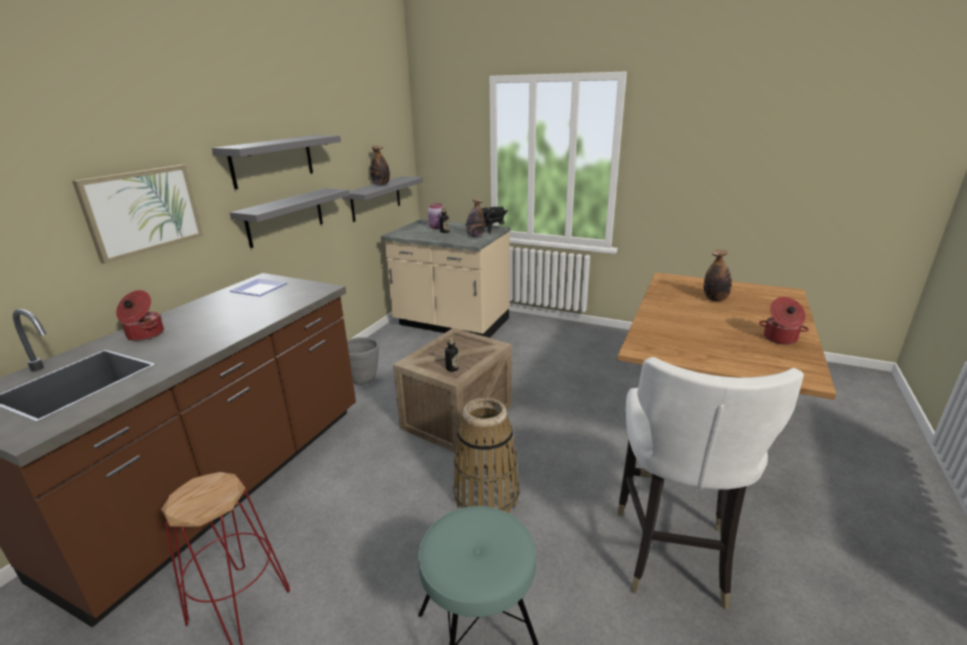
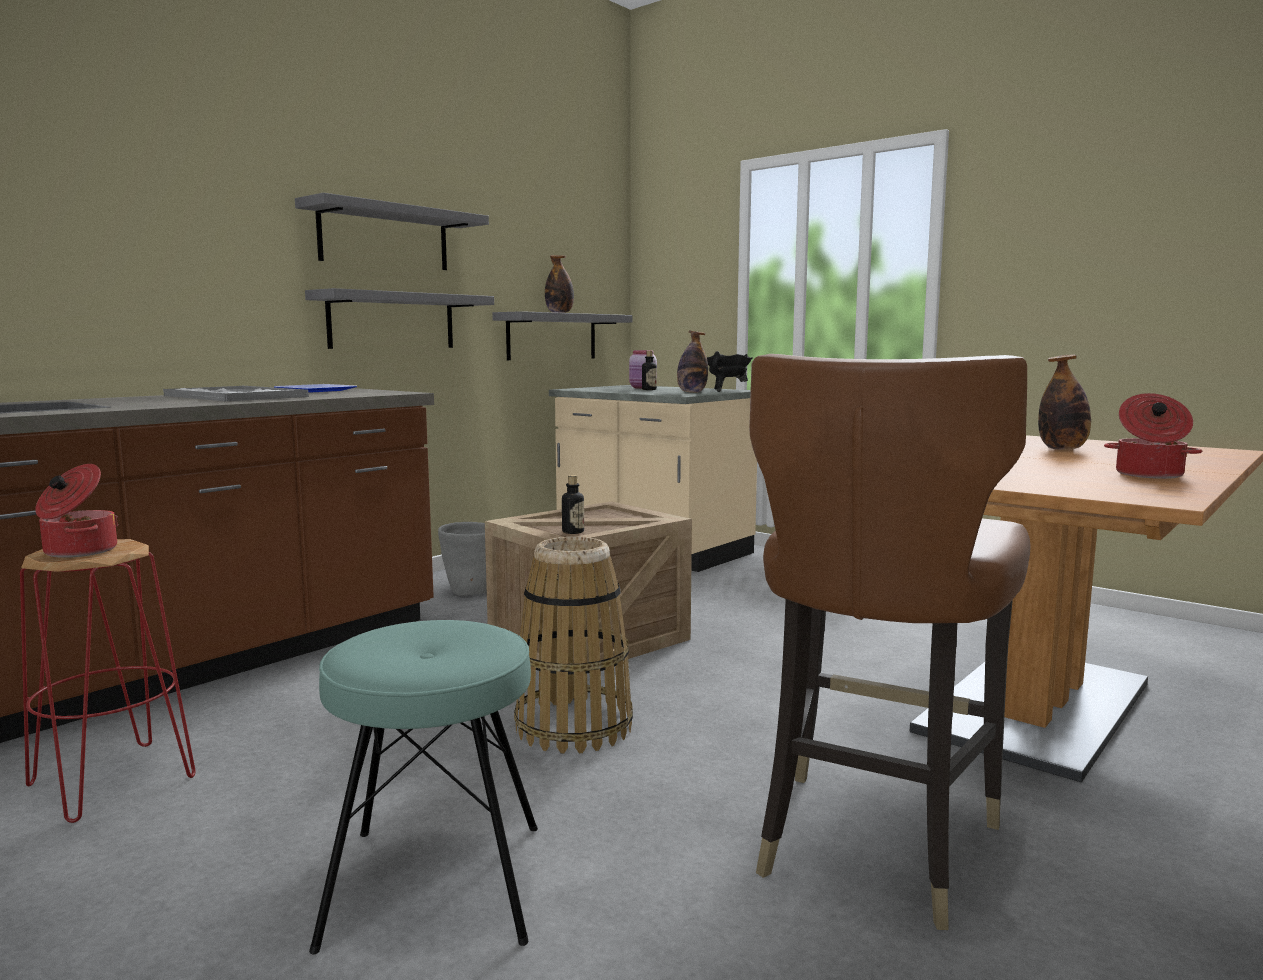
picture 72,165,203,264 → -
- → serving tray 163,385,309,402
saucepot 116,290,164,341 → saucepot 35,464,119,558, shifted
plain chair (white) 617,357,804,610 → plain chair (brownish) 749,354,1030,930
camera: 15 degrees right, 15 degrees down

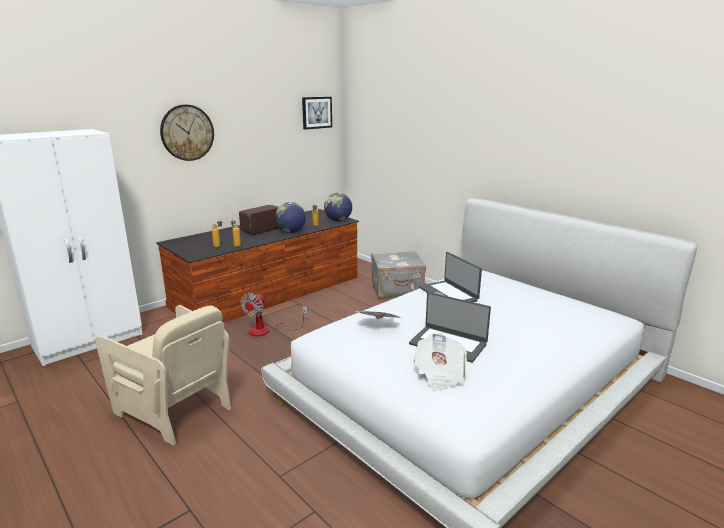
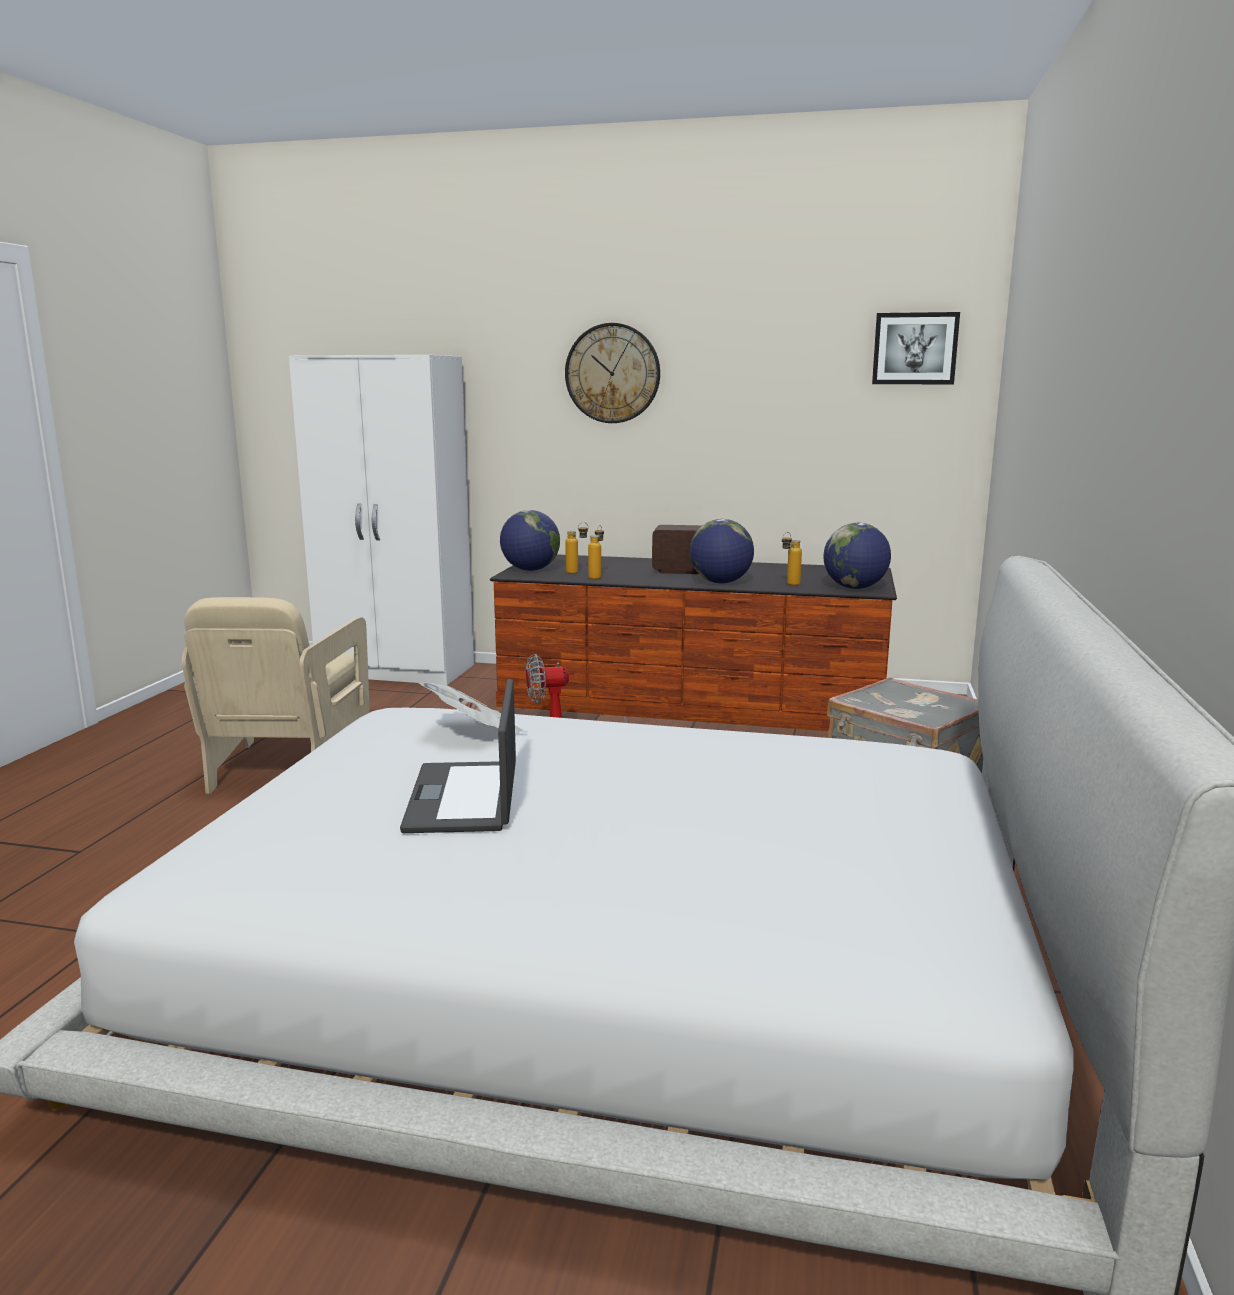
printed paper 413,333,467,391 → -
notebook computer 419,252,482,302 → -
- → world globe 500,510,560,571
camera: 55 degrees right, 5 degrees down

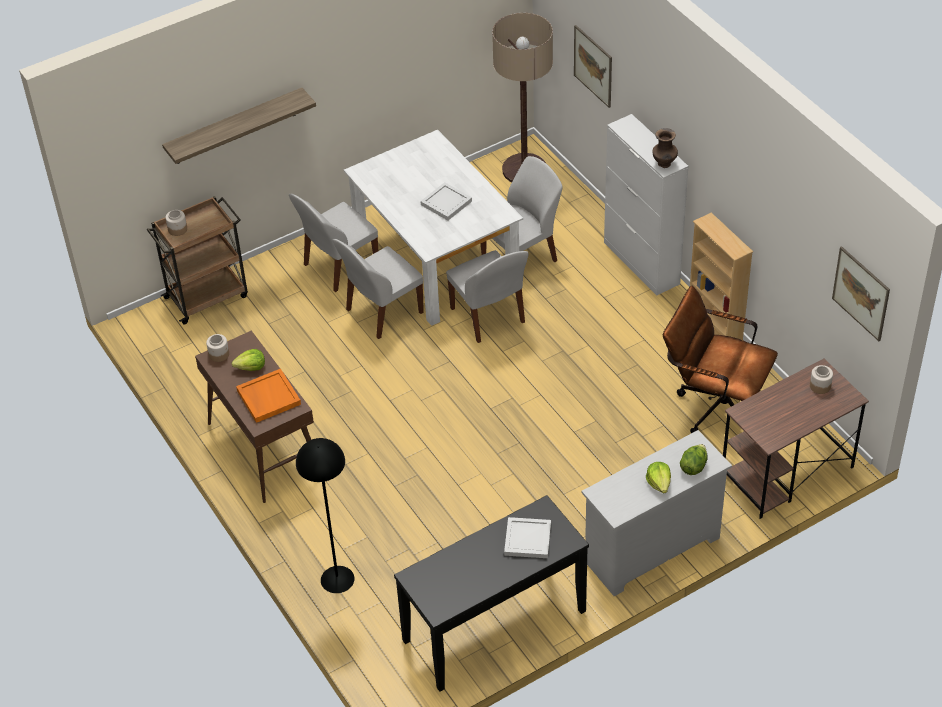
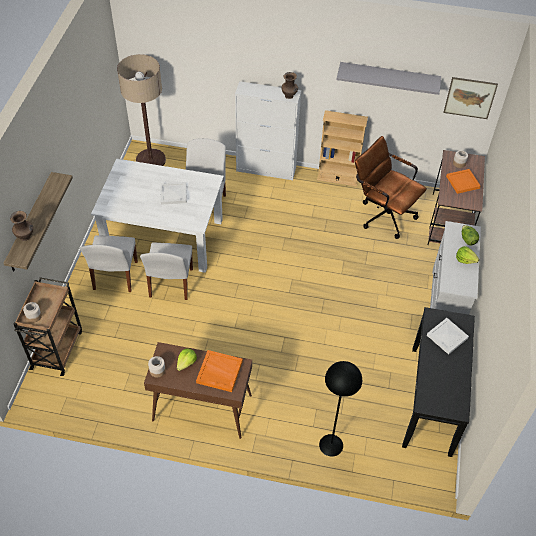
plain chair (white) 446,250,529,343 → -
picture 574,25,612,108 → -
- → vase (brownish) 10,211,33,241
- → shelf (gray) 336,62,441,95
- → serving tray (orangey) 446,169,481,194
office chair (brownish) 663,286,778,433 → office chair (brownish) 355,136,427,239, 60 degrees clockwise
camera: 50 degrees left, 5 degrees up

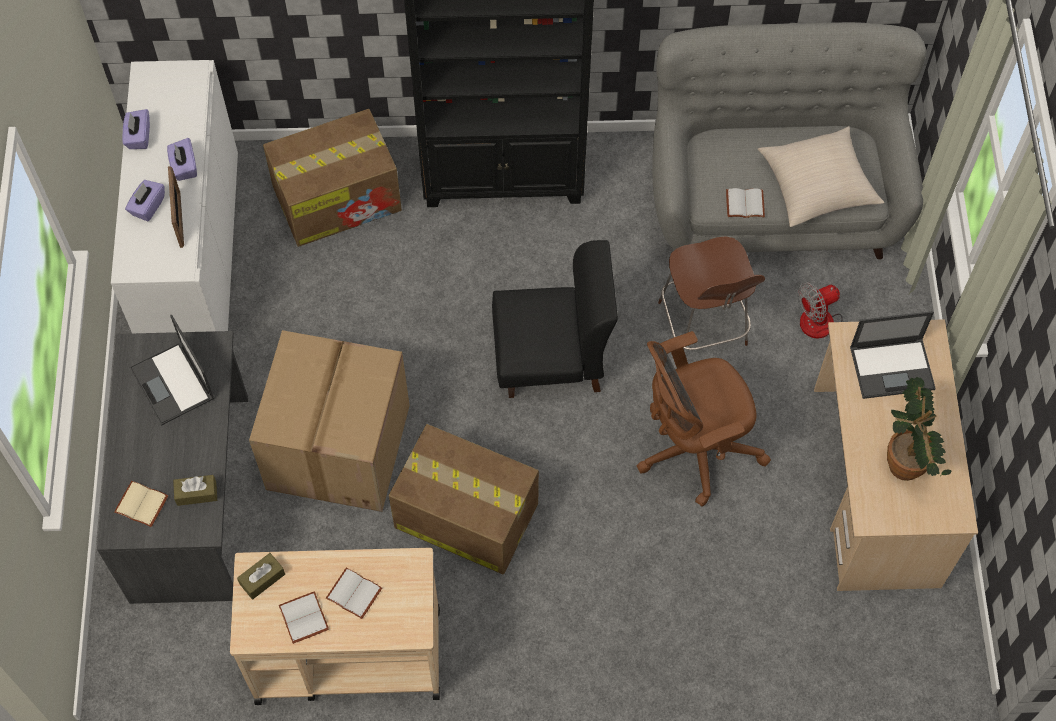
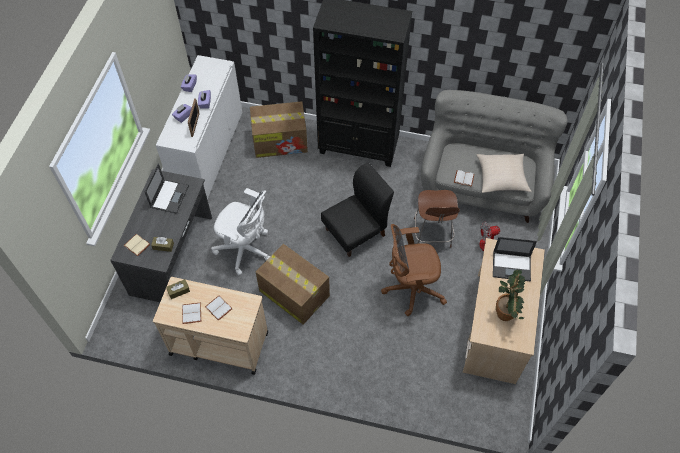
packing box 249,330,410,512 → office chair (white) 211,188,270,275
notebook computer 130,315,215,426 → notebook computer 145,163,189,214, 150 degrees counterclockwise
plain chair (blackish) 492,240,618,398 → plain chair (blackish) 321,163,394,257, 45 degrees counterclockwise
camera: 15 degrees right, 5 degrees down

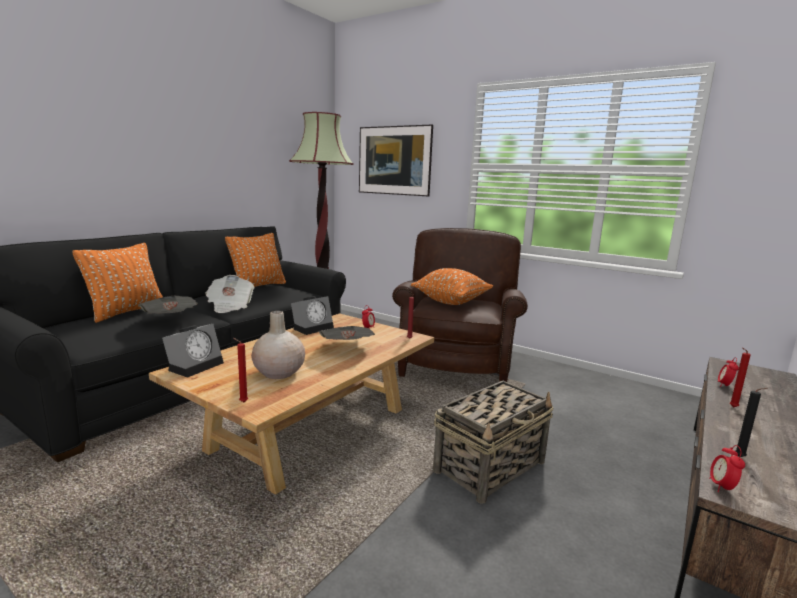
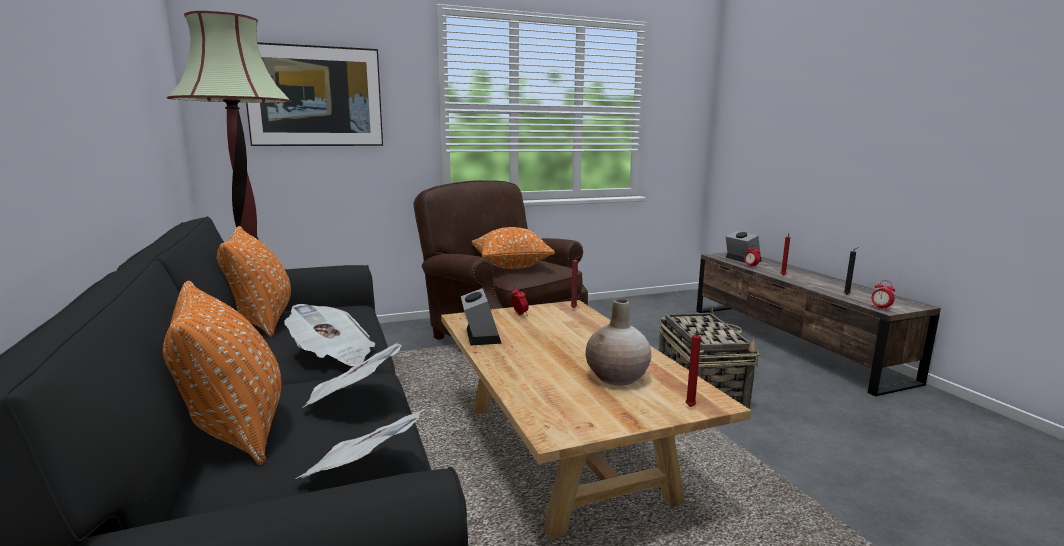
alarm clock 162,324,224,378 → alarm clock 726,231,761,263, shifted
printed paper 318,326,375,340 → printed paper 296,409,425,479, shifted
camera: 55 degrees left, 0 degrees up

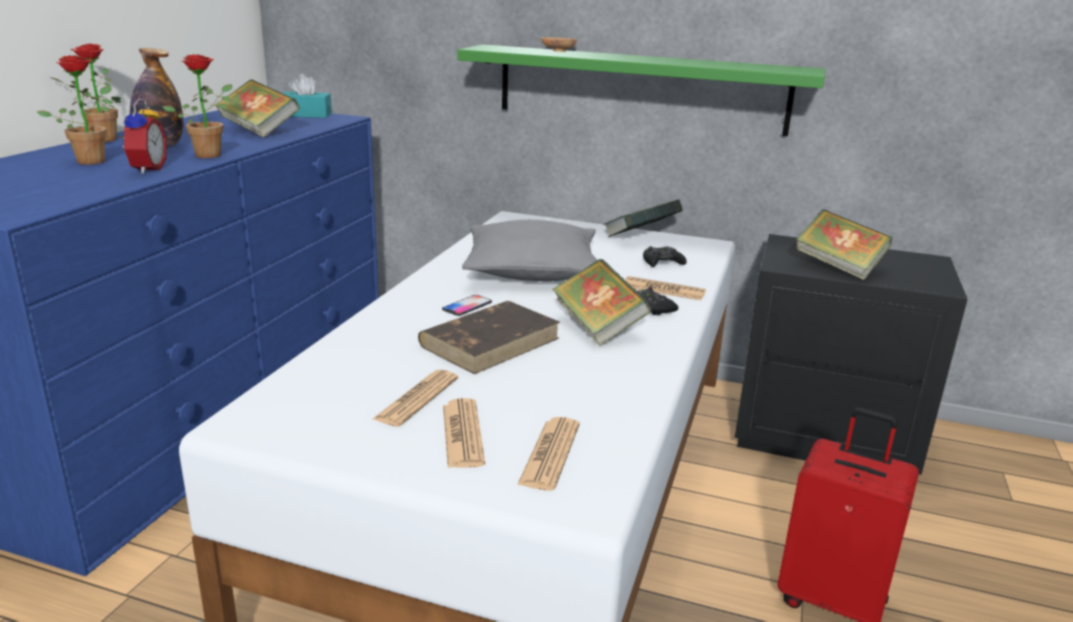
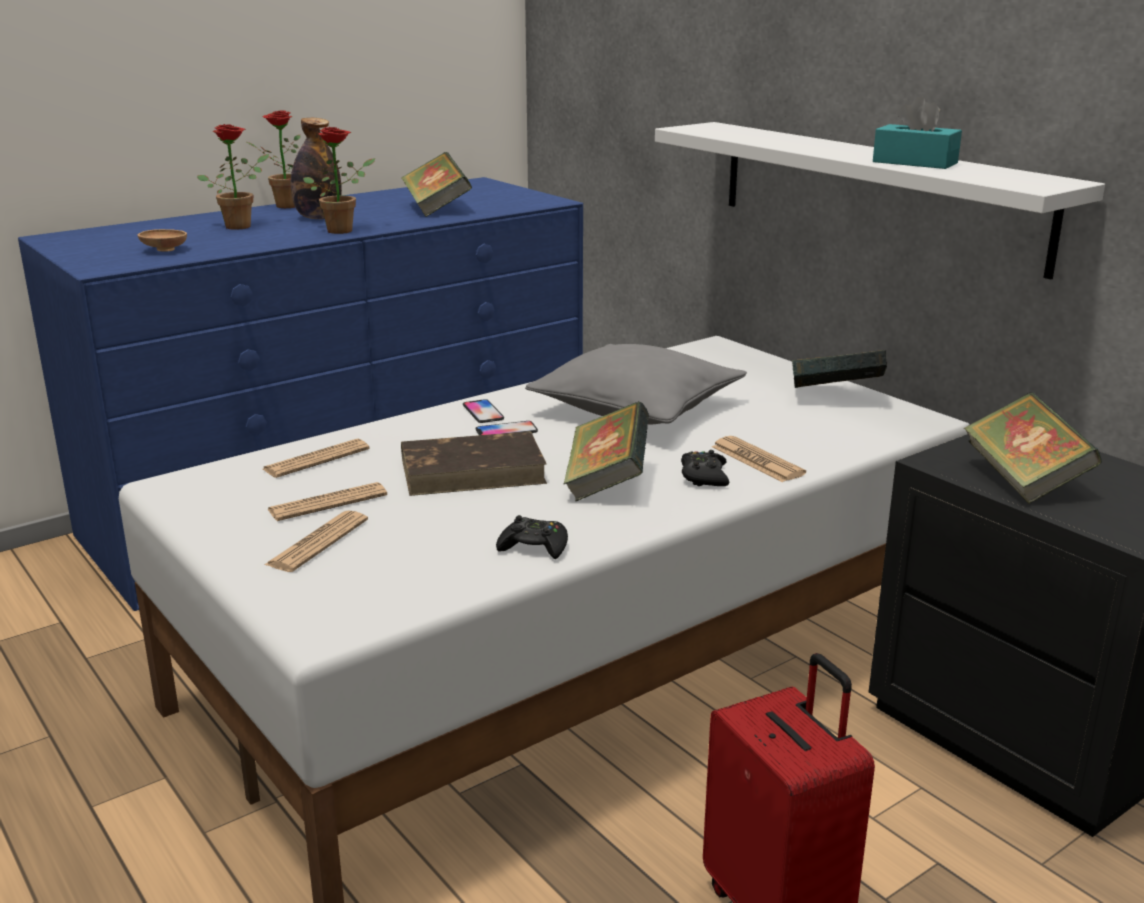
alarm clock 118,98,167,174 → -
- → handset 463,399,504,423
box of tissues (turquoise) 283,74,332,118 → box of tissues (turquoise) 873,96,962,169, shifted
printed paper 517,417,580,491 → printed paper 263,439,369,478, shifted
deep dish (brownish) 541,37,577,52 → deep dish (brownish) 137,229,187,251, shifted
gamepad (blackish) 643,246,687,267 → gamepad (blackish) 496,515,568,559, shifted
shelf (greenish) 457,45,826,136 → shelf (white) 655,122,1105,280
camera: 35 degrees right, 0 degrees up

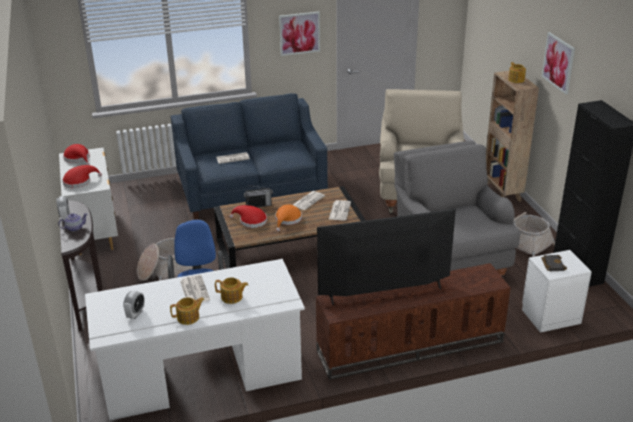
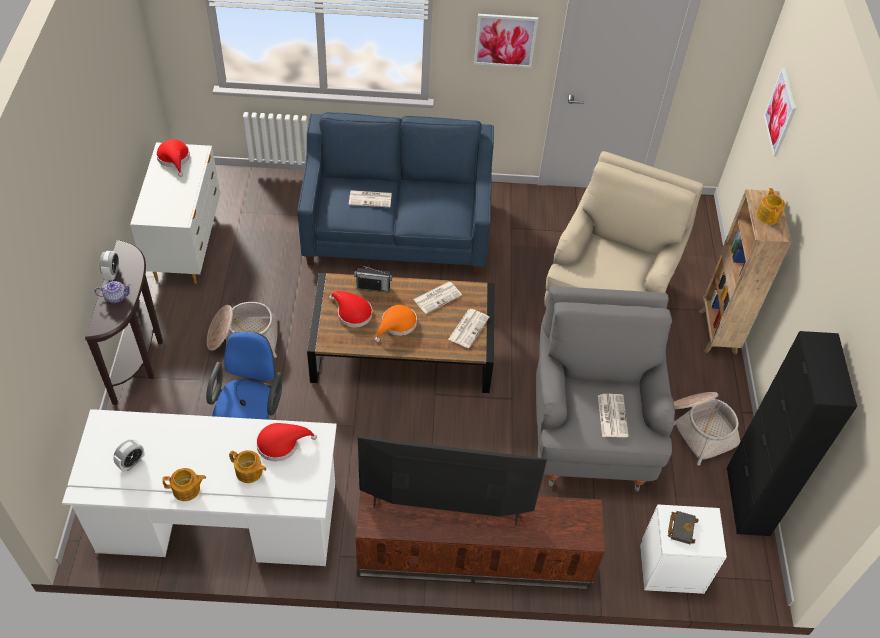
wearable hat (reddish) 62,165,102,188 → wearable hat (reddish) 256,423,317,461, shifted
printed paper 180,275,210,303 → printed paper 598,394,629,437, shifted
picture 541,32,575,94 → picture 764,67,796,157, shifted
camera: 15 degrees right, 20 degrees up

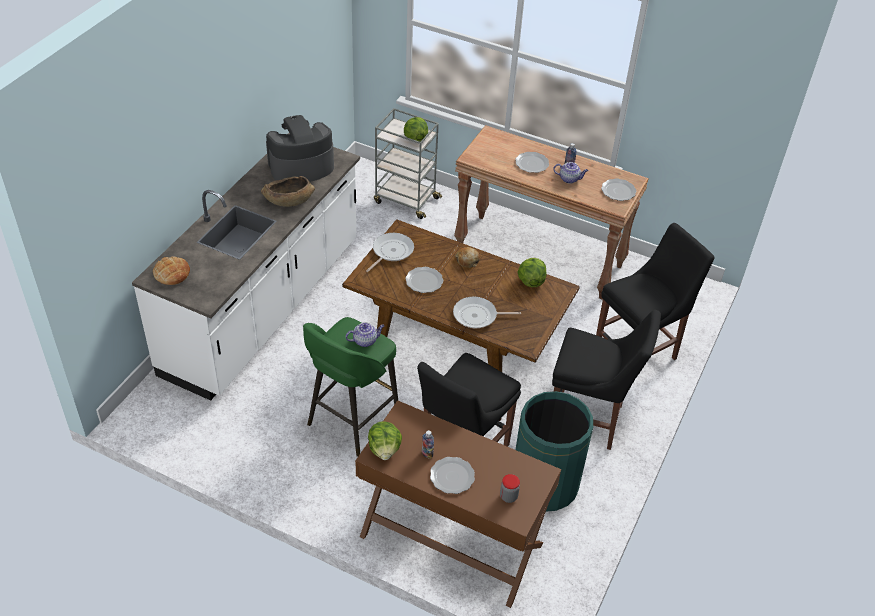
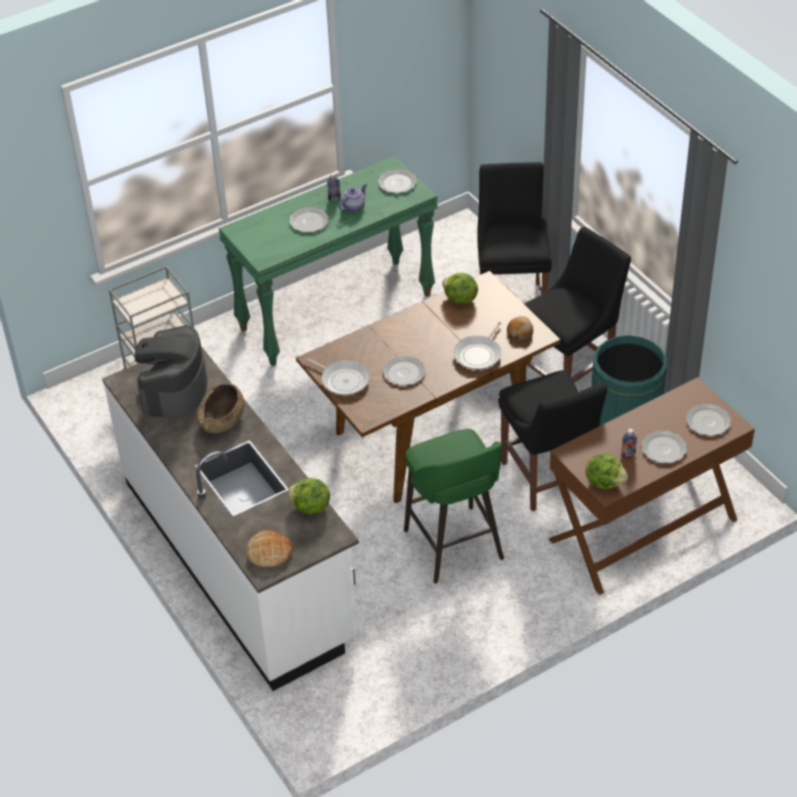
pot for tea 346,322,384,347 → -
head of lettuce 404,117,428,142 → head of lettuce 287,478,330,514, shifted
bread 455,247,480,268 → bread 507,316,534,340, shifted
storage jar 500,474,520,503 → dinner plate 686,404,731,436
narrow table (brownish) 454,125,649,300 → narrow table (greenish) 218,156,438,366
pan 366,233,414,272 → pan 304,358,370,395, 150 degrees clockwise
camera: 55 degrees left, 0 degrees up

